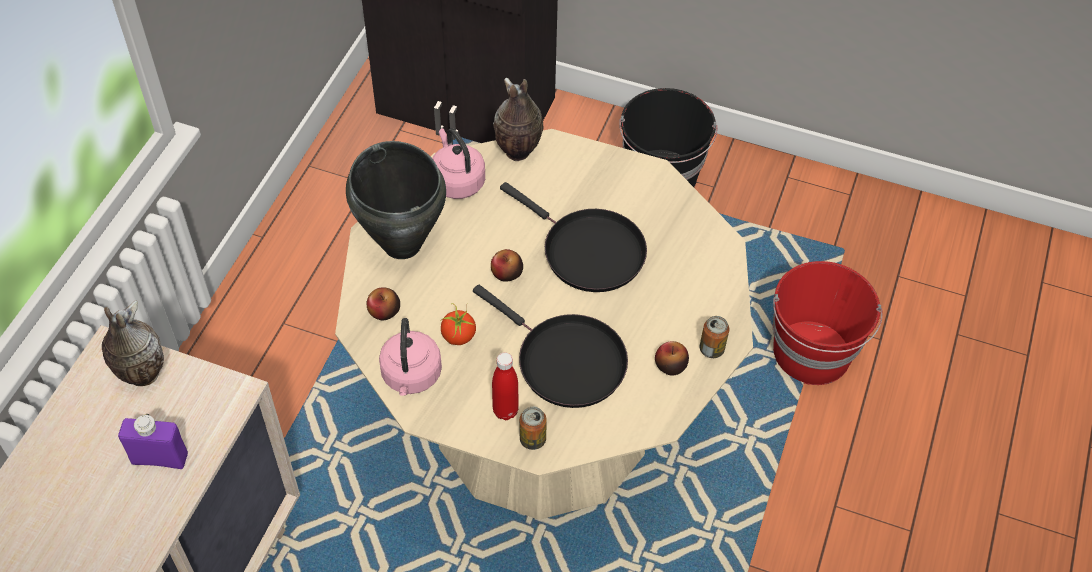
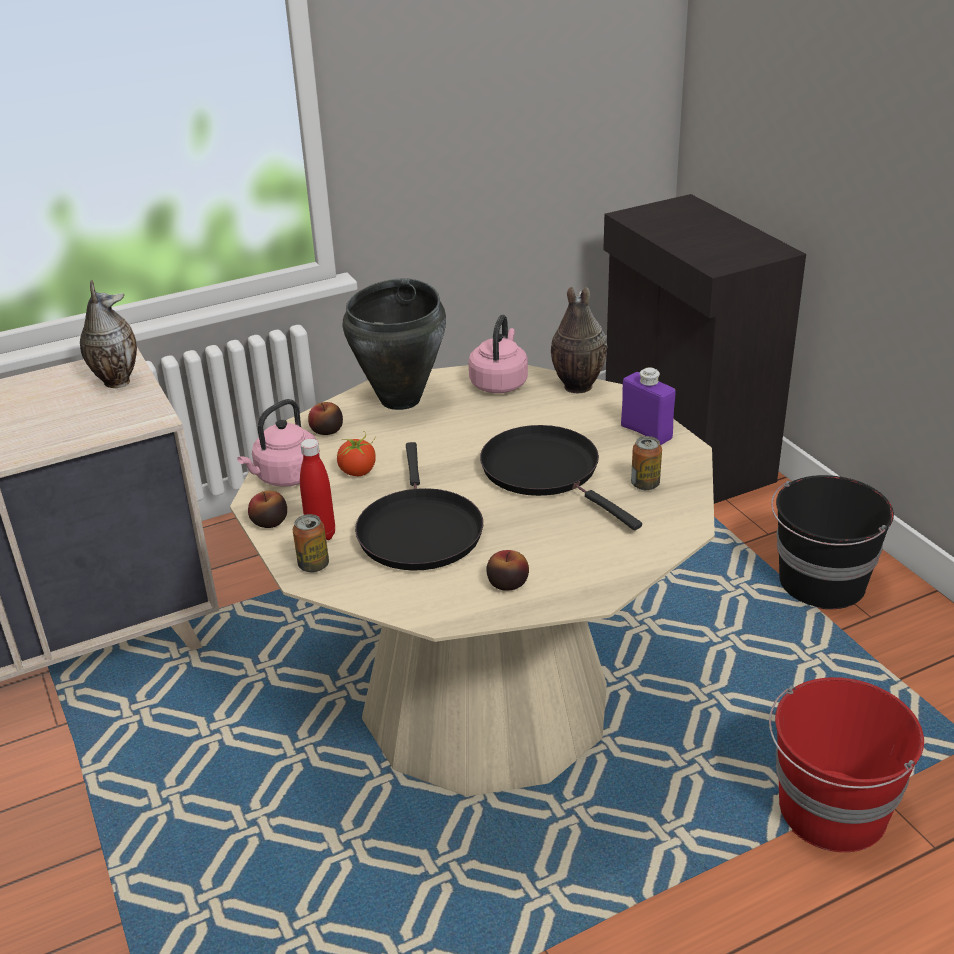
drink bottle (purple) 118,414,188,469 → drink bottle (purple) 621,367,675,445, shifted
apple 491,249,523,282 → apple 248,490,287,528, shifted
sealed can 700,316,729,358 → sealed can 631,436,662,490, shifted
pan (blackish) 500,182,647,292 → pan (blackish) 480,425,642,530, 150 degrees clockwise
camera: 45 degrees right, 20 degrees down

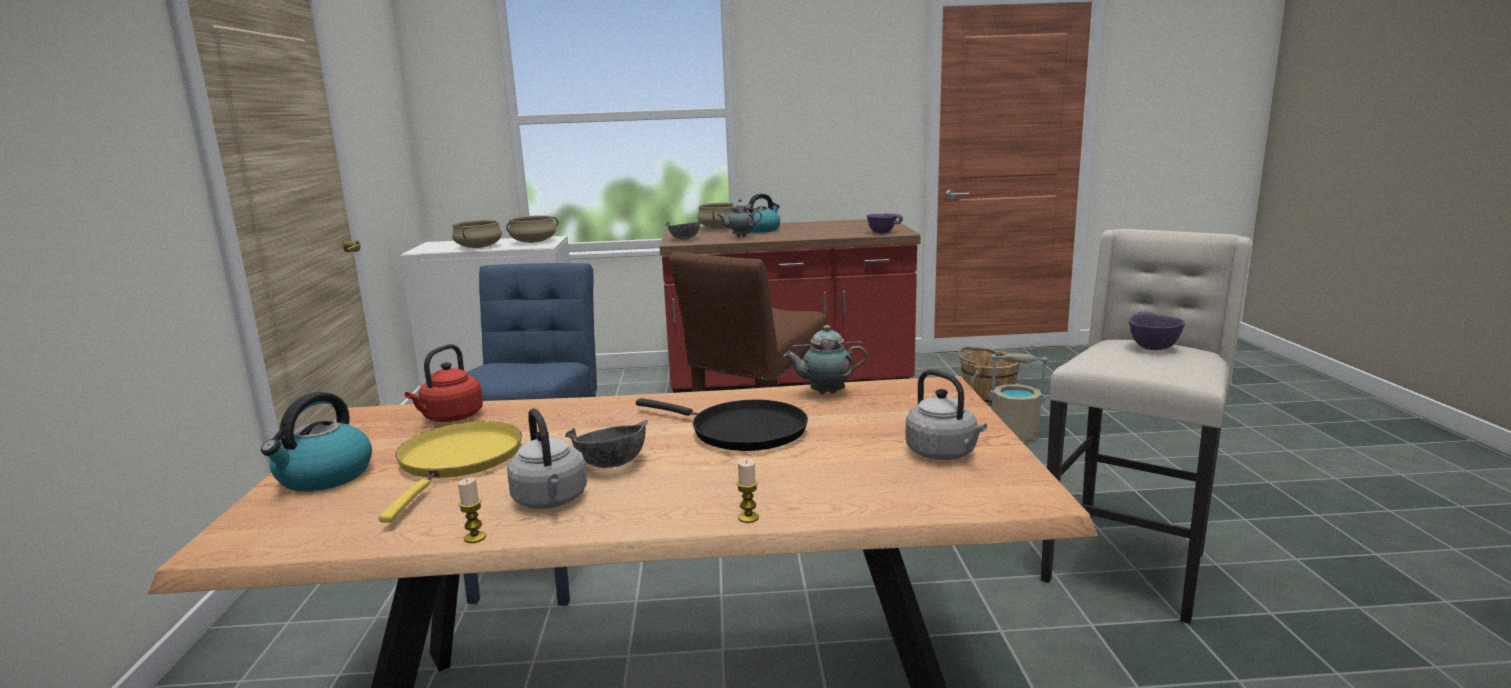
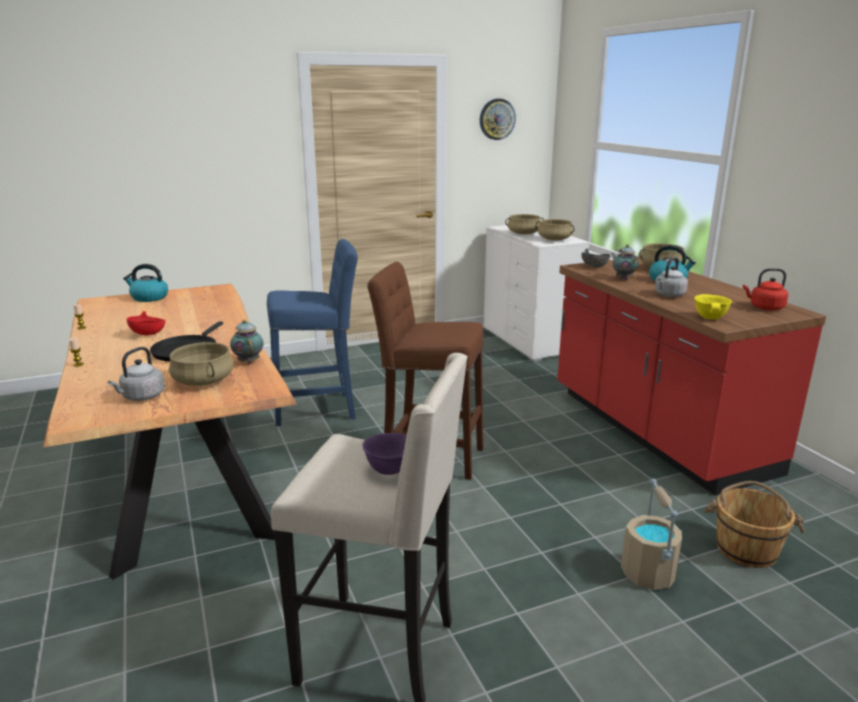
pan (yellowish) 379,421,522,522 → -
- → saucepot (beige-coloured) 169,342,233,386
- → wall clock 480,99,516,140
water kettle (reddish) 405,344,483,422 → water kettle (reddish) 743,268,788,310, shifted
water kettle (gray) 507,408,587,509 → water kettle (gray) 655,257,688,297, shifted
deep dish (gray) 565,420,648,468 → deep dish (reddish) 127,311,165,335
deep dish (purple) 866,214,903,234 → deep dish (yellowish) 694,294,732,319
camera: 70 degrees right, 5 degrees up

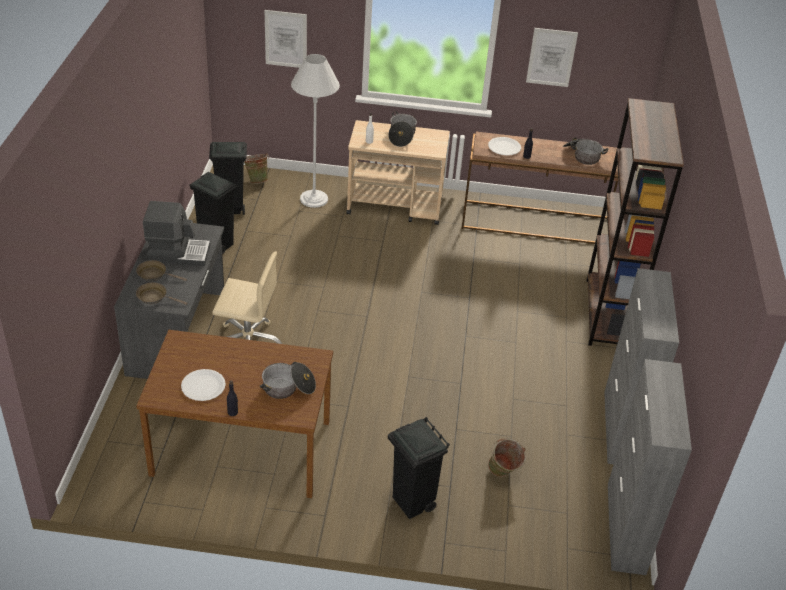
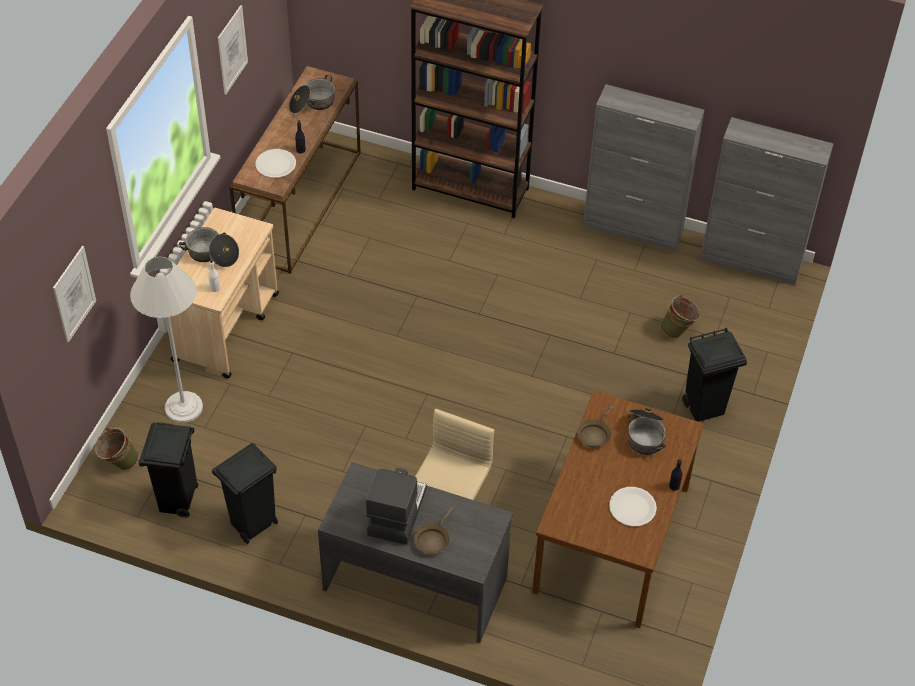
pan (brownish) 136,282,187,305 → pan (brownish) 577,405,613,448, shifted
camera: 75 degrees left, 10 degrees up

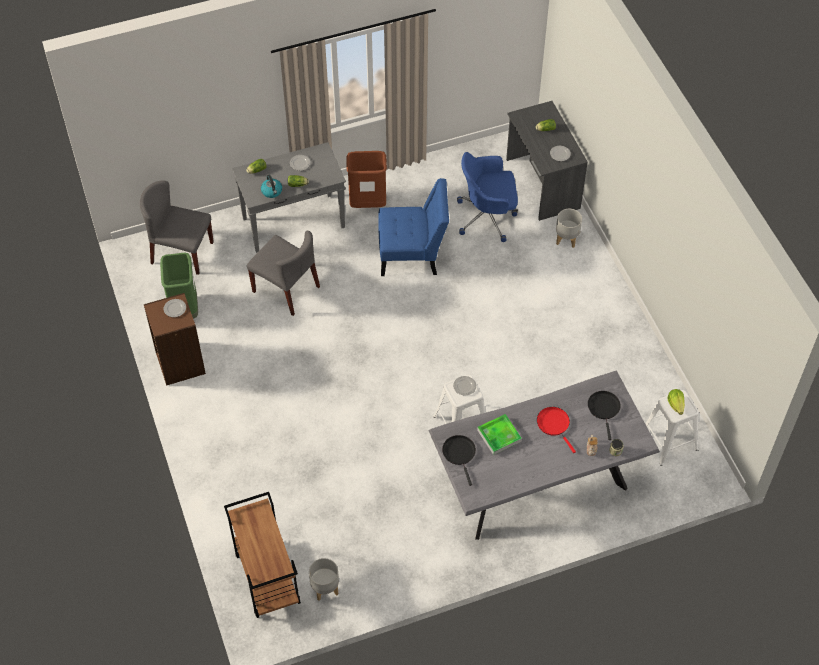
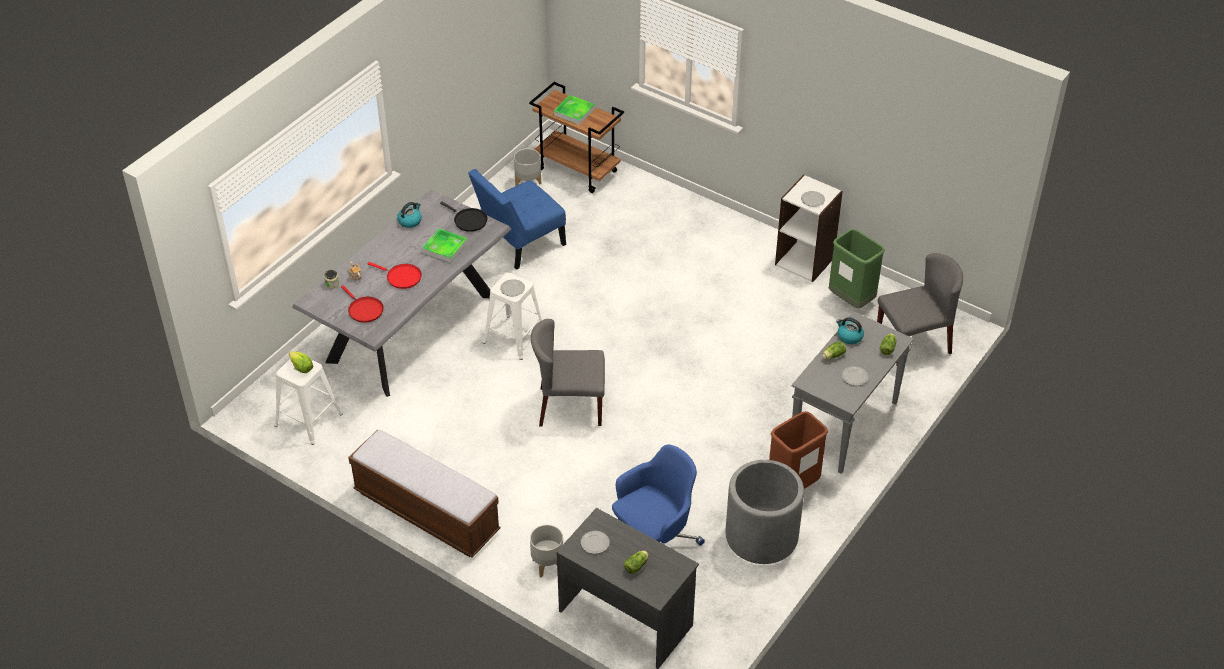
- → indoor bench 348,430,500,558
- → water kettle 397,202,422,228
- → serving tray 554,95,595,125
- → planter (gray) 725,460,804,564
plain chair (gray) 247,231,320,316 → plain chair (gray) 531,319,605,426, shifted
plain chair (bluish) 378,178,449,276 → plain chair (bluish) 468,169,566,270, shifted
bookcase (brownish) 144,293,206,386 → bookcase (white) 775,175,843,282
pan (blackish) 588,391,620,440 → pan (reddish) 341,285,384,323
camera: 145 degrees right, 10 degrees down

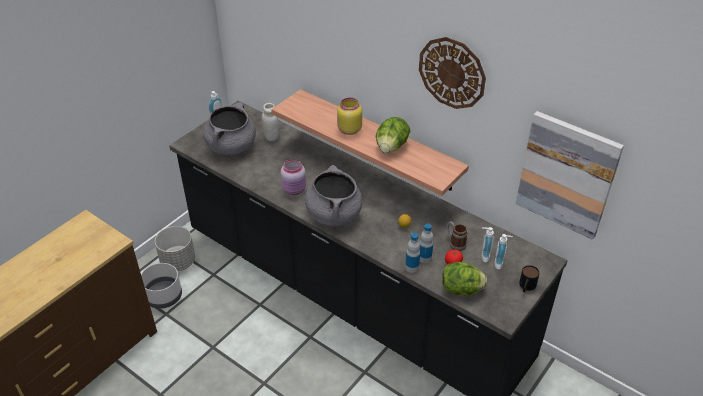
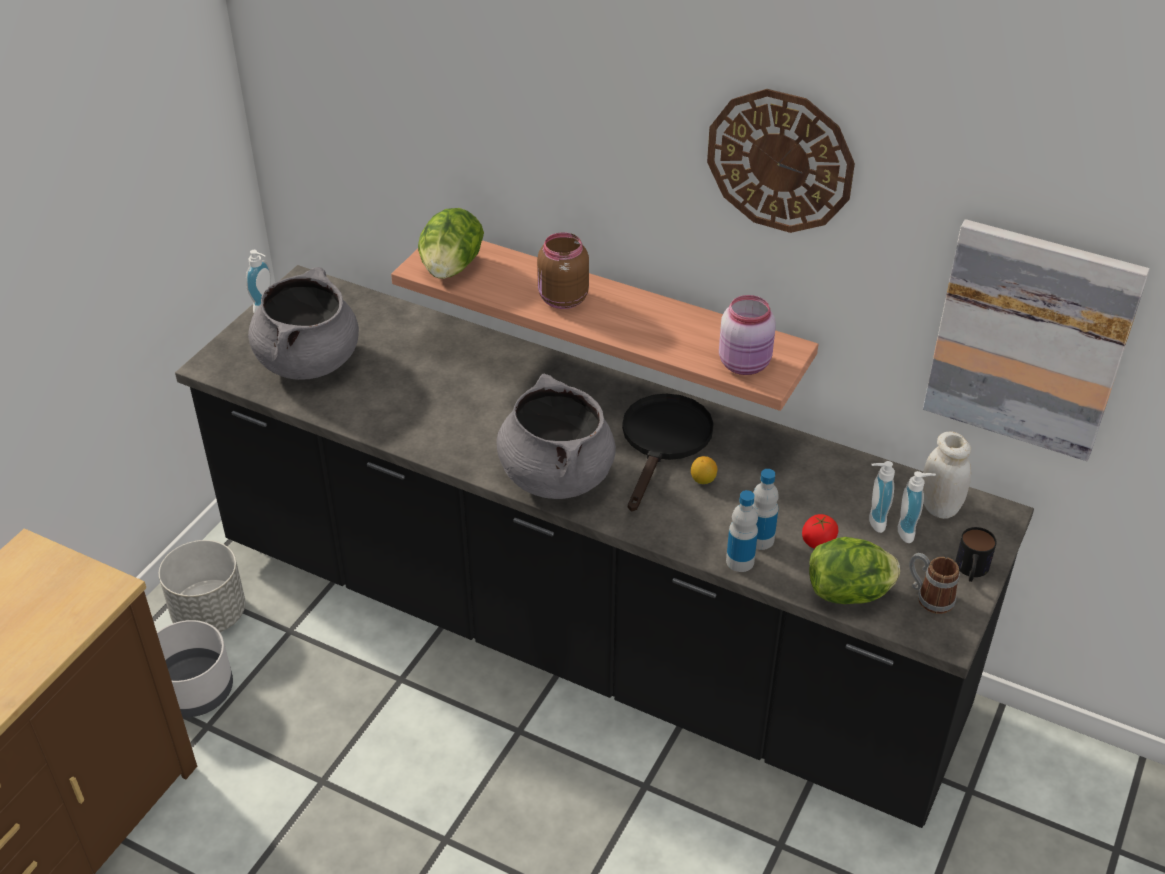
- → pan (blackish) 622,393,714,511
storage jar (white) 261,103,280,141 → storage jar (white) 922,431,971,519, shifted
storage jar (pink-coloured) 281,159,306,195 → storage jar (pink-coloured) 719,295,776,375, shifted
head of lettuce 376,117,410,153 → head of lettuce 418,208,484,279, shifted
coffee mug 447,221,467,251 → coffee mug 909,553,960,614, shifted
storage jar (yellowish) 337,98,362,135 → storage jar (brownish) 537,232,589,309
camera: 10 degrees left, 0 degrees up

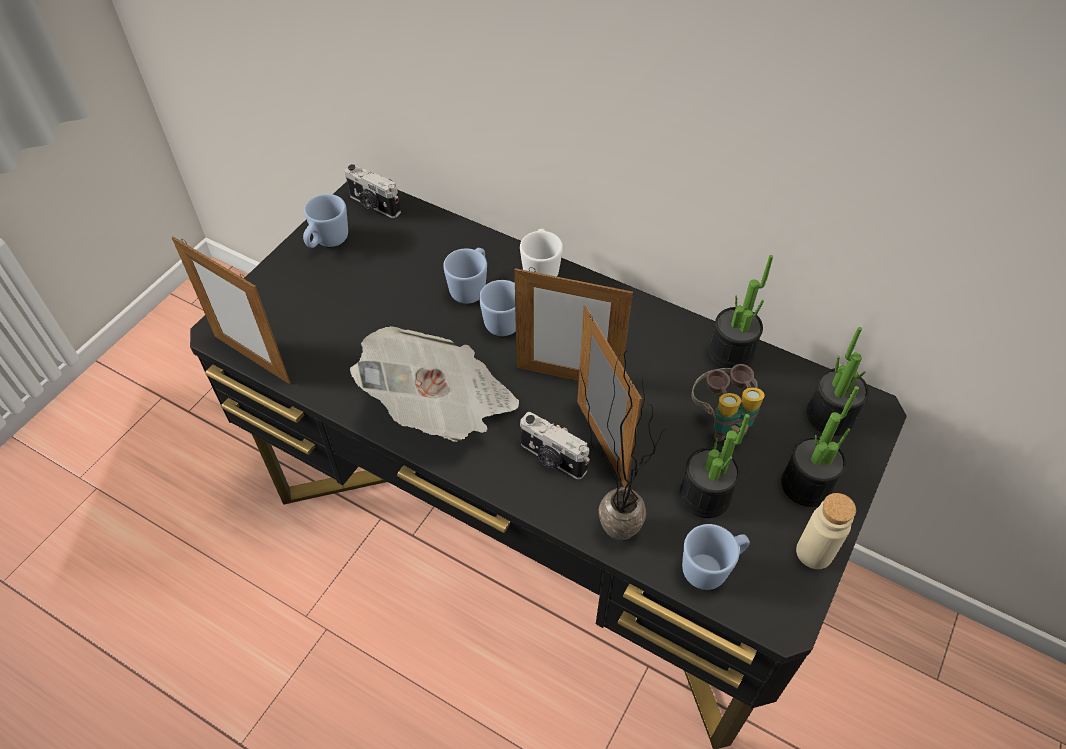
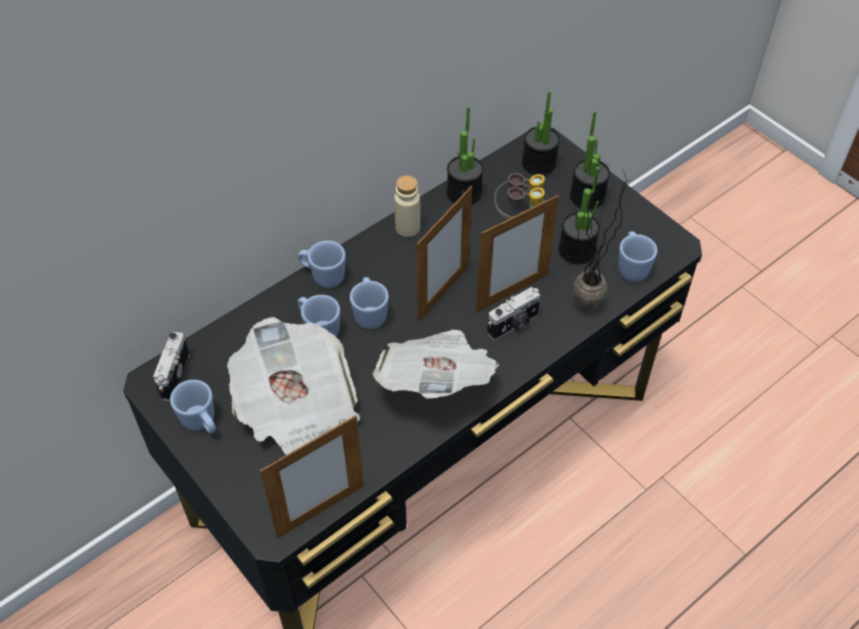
- → printed paper 227,317,360,455
drink bottle (beige-coloured) 796,493,856,569 → drink bottle (beige-coloured) 394,175,420,237, shifted
coffee mug (white) 520,229,563,277 → coffee mug (bluish) 298,241,345,288
photo camera 345,164,401,218 → photo camera 153,332,190,402, 135 degrees clockwise
picture frame 577,305,642,488 → picture frame 476,195,559,312, 150 degrees clockwise
camera: 70 degrees left, 0 degrees up

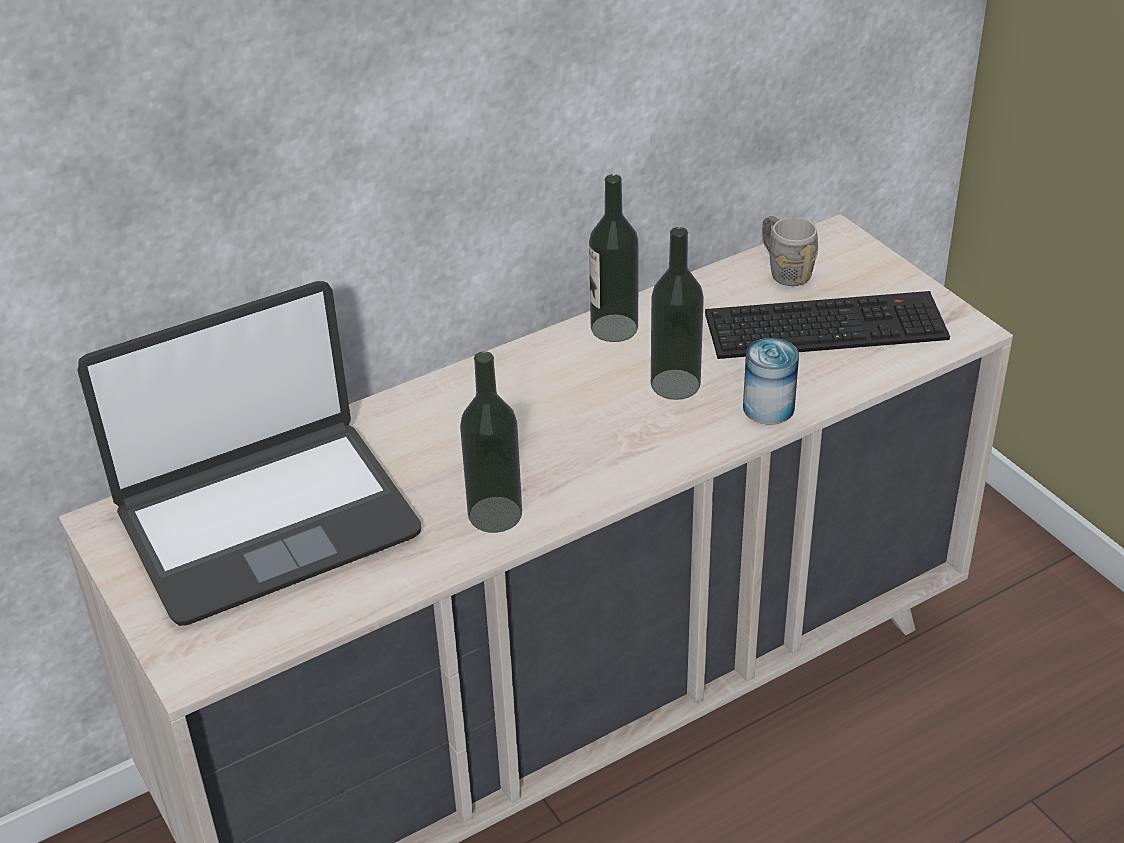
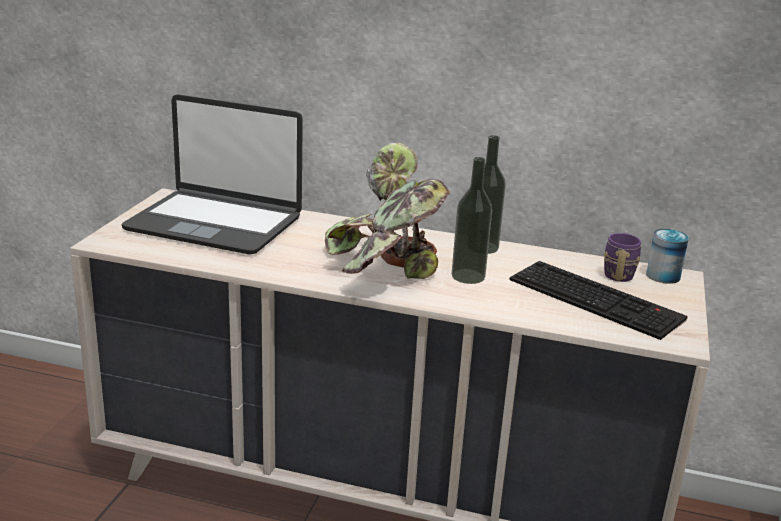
drink bottle 460,351,522,533 → -
- → plant in a pot 325,143,450,279
sealed can 743,338,799,424 → sealed can 646,229,689,284, shifted
coffee mug (gray) 762,216,818,286 → coffee mug (purple) 604,233,641,282
camera: 45 degrees right, 15 degrees down

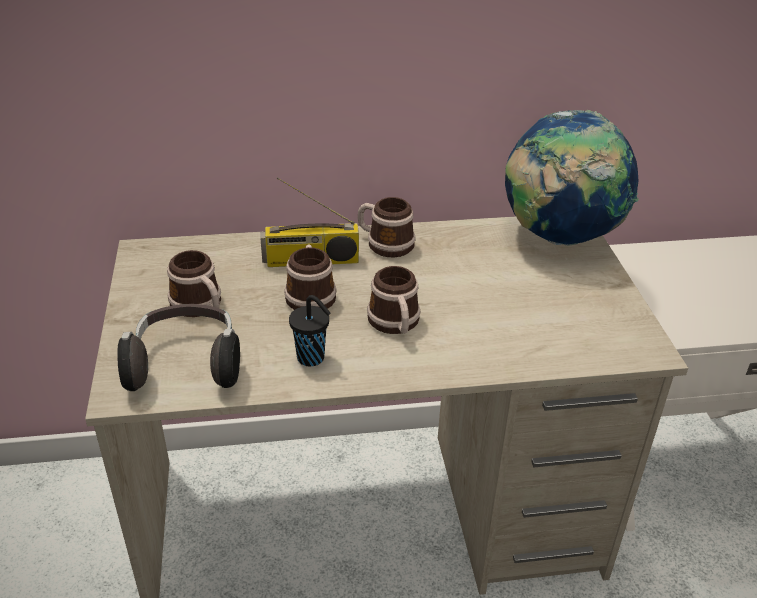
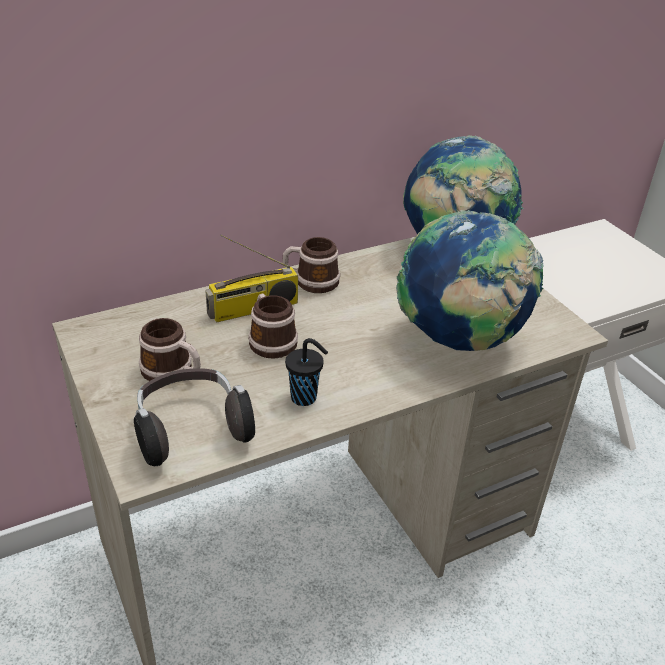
coffee mug 367,266,421,334 → -
- → world globe 396,210,544,351
camera: 20 degrees left, 0 degrees up

